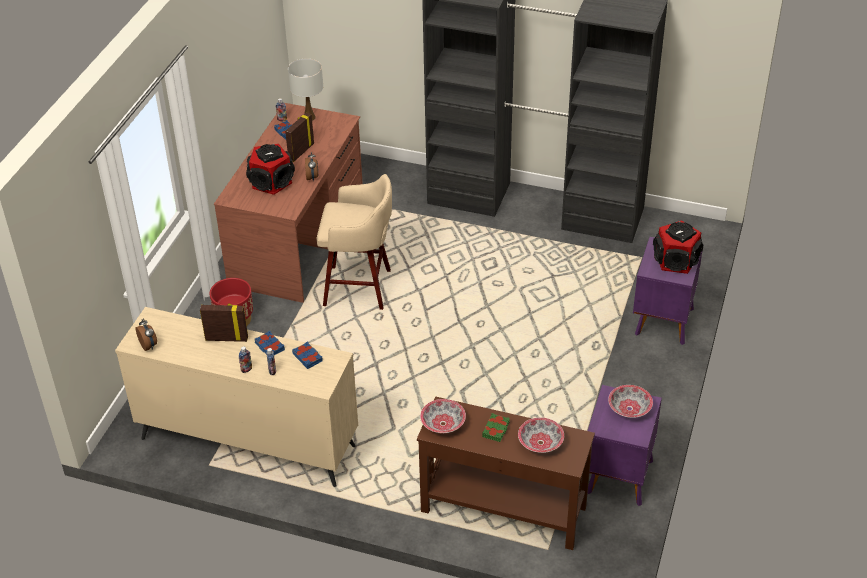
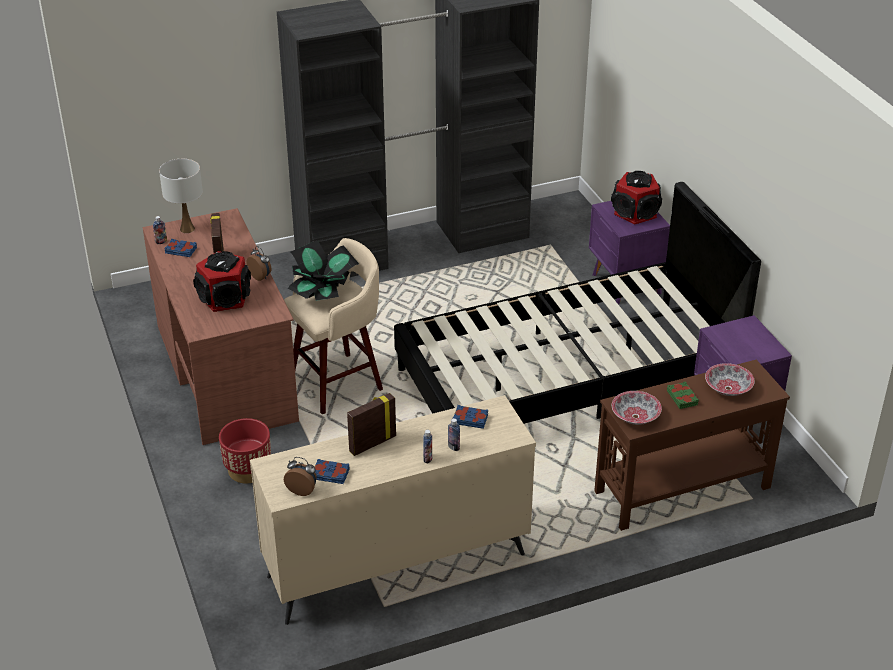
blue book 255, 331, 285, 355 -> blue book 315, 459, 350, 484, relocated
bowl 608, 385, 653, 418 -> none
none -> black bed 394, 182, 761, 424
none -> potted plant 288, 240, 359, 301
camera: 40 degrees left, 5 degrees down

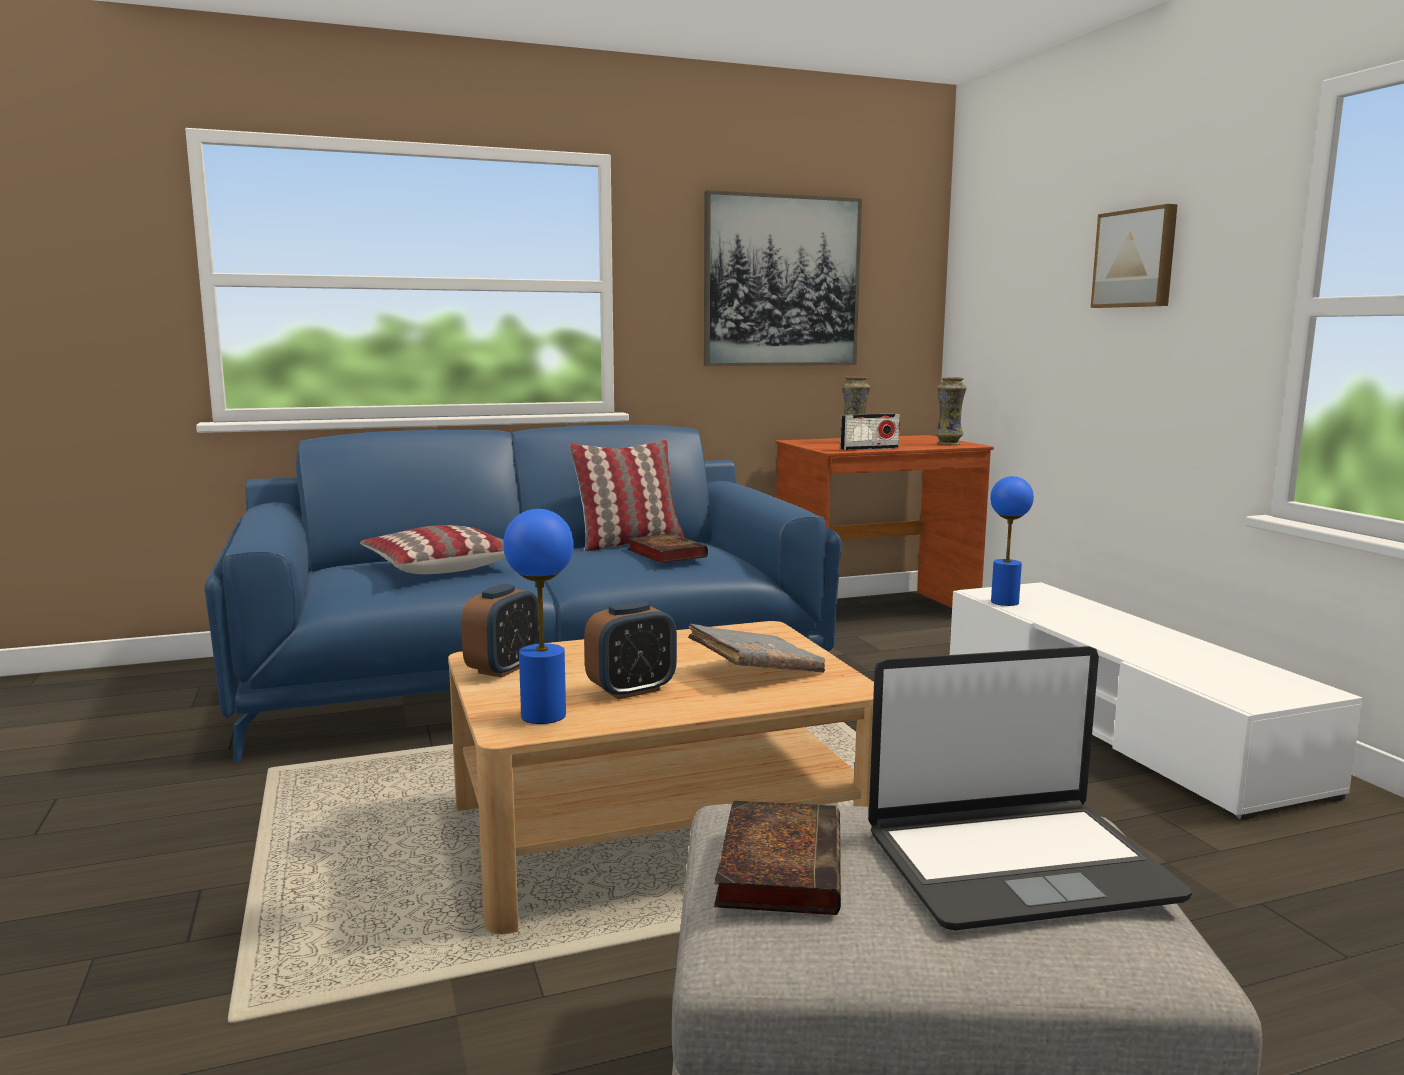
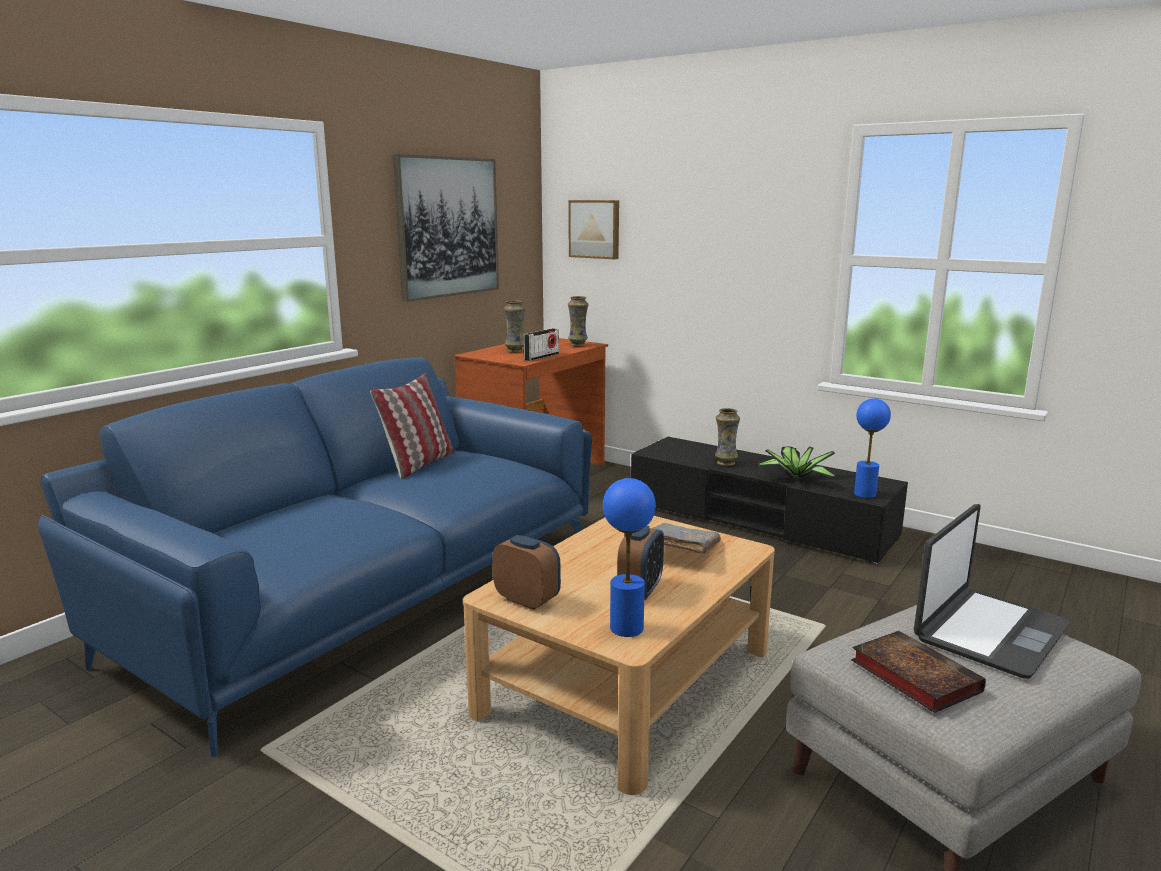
picture 1091, 204, 1178, 308 -> picture 568, 200, 619, 259, relocated
blue table lamp 990, 476, 1034, 606 -> blue table lamp 854, 398, 891, 498, relocated
pillow 360, 525, 506, 574 -> none
book 627, 533, 708, 563 -> none
white tv stand 950, 582, 1363, 820 -> black tv stand 631, 437, 908, 565
alarm clock 461, 584, 539, 678 -> alarm clock 493, 535, 561, 610, 45 degrees counterclockwise
none -> vase 715, 408, 740, 466
none -> potted plant 756, 446, 839, 479
camera: 35 degrees left, 5 degrees up

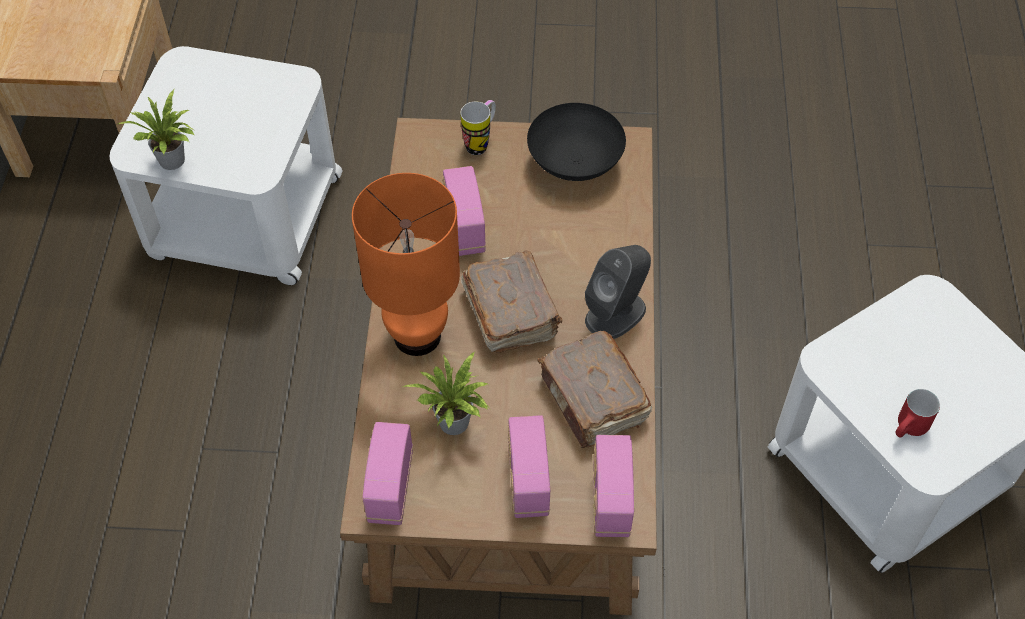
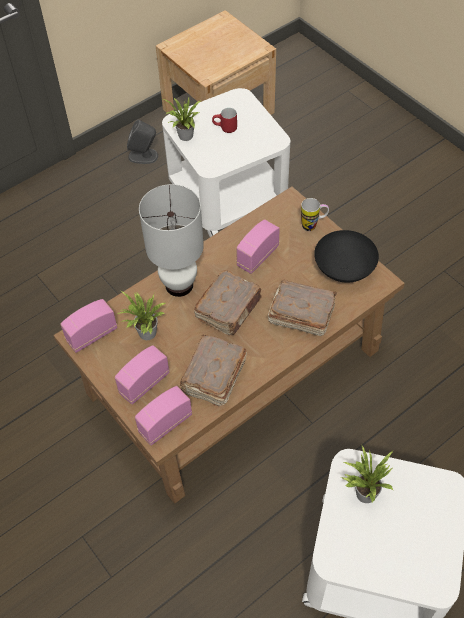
orange table lamp 352, 173, 460, 356 -> white table lamp 139, 184, 204, 297
grey speaker 585, 245, 651, 339 -> grey speaker 127, 120, 158, 164, relocated
red mug 895, 389, 940, 438 -> red mug 212, 108, 237, 133, relocated
none -> brown book 268, 280, 337, 336
none -> potted plant 341, 446, 393, 503
camera: 50 degrees right, 0 degrees up

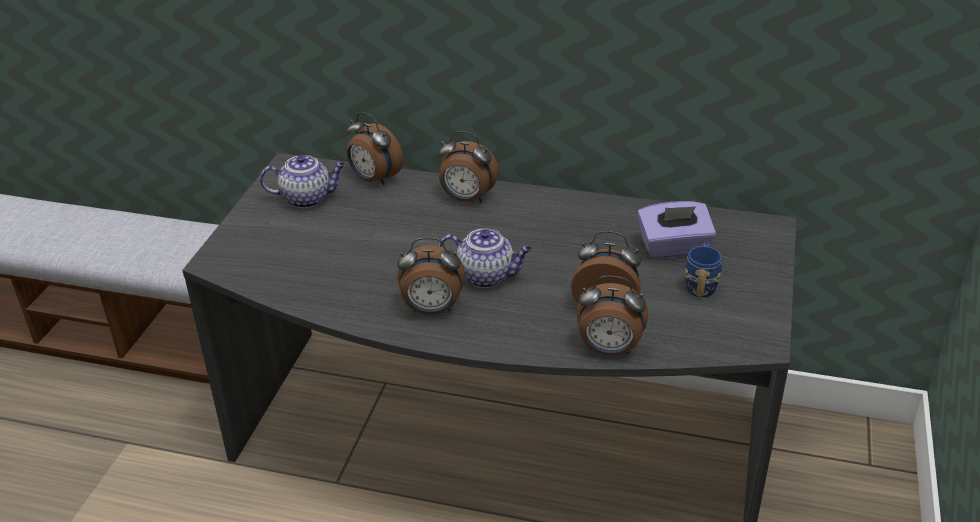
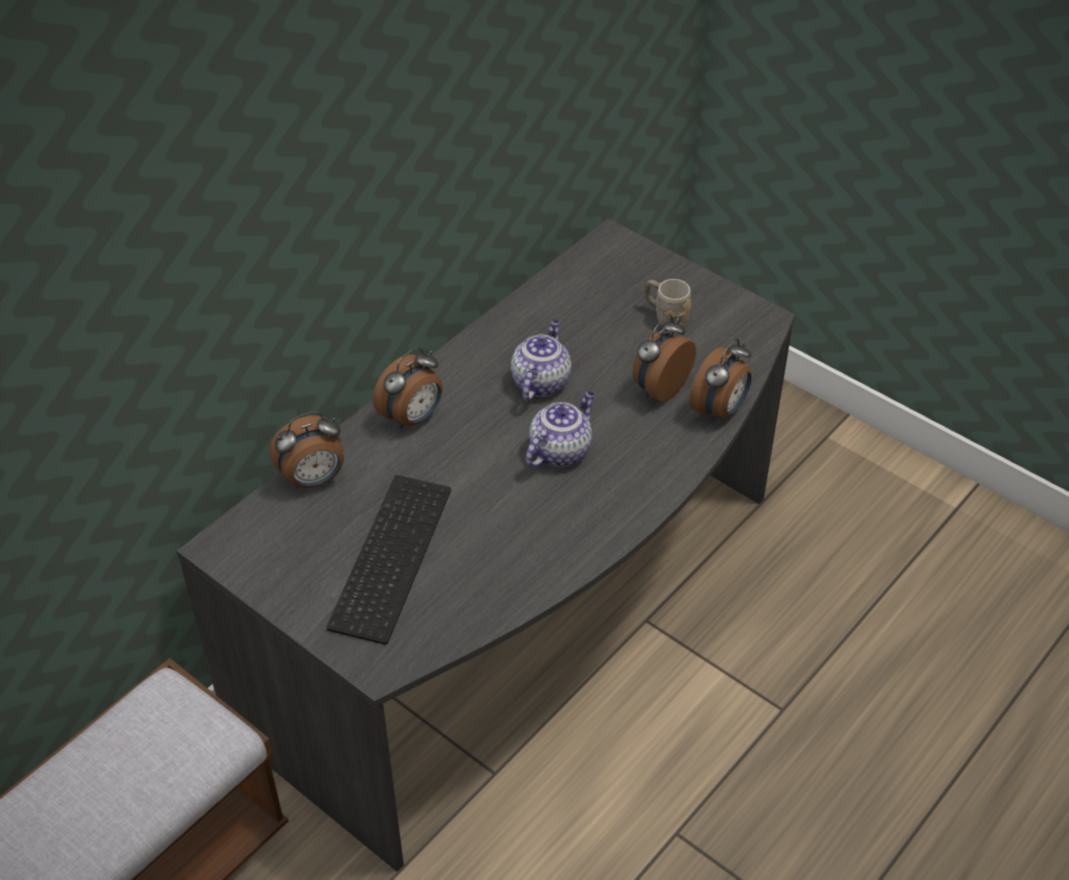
teapot 260, 155, 346, 208 -> teapot 511, 319, 571, 401, relocated
purple tissue box 637, 201, 716, 259 -> none
alarm clock 397, 237, 465, 314 -> none
blue mug 684, 242, 722, 297 -> grey mug 644, 279, 691, 326
none -> keyboard 327, 475, 451, 645
camera: 65 degrees left, 10 degrees up

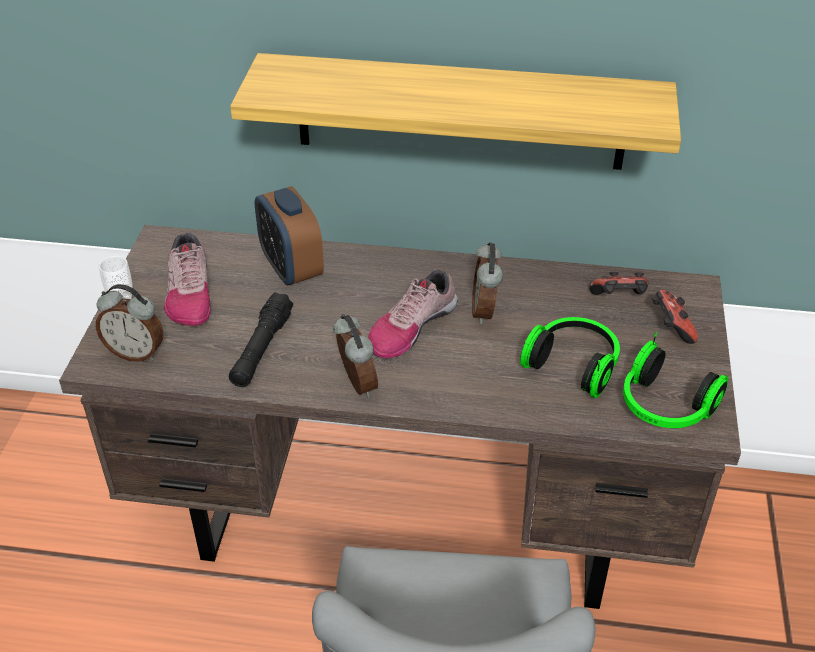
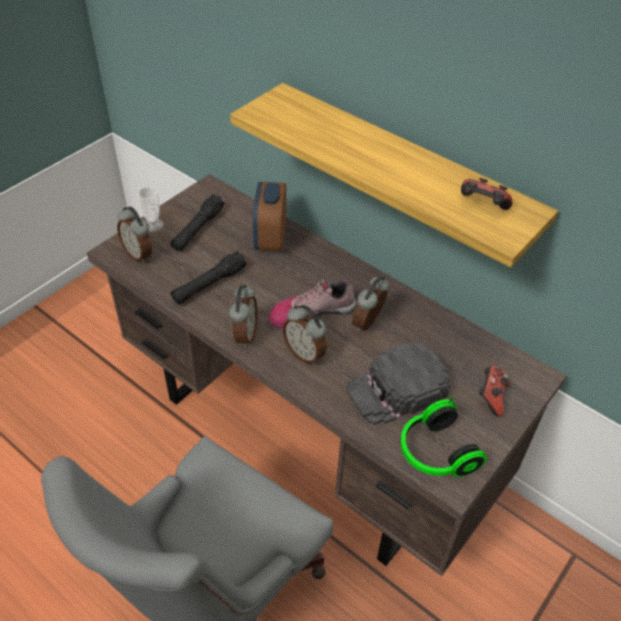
shoe 164, 232, 211, 326 -> black flashlight 170, 194, 224, 252
game controller 589, 272, 648, 295 -> game controller 461, 178, 513, 210, relocated
headphones 520, 317, 620, 398 -> black cap 347, 342, 451, 425
none -> alarm clock 283, 305, 327, 365
camera: 30 degrees right, 5 degrees up

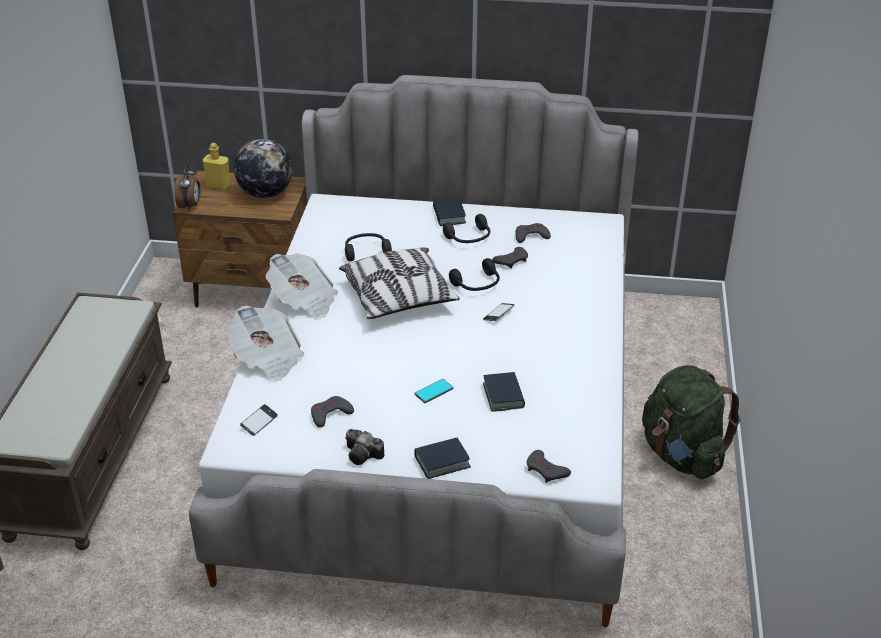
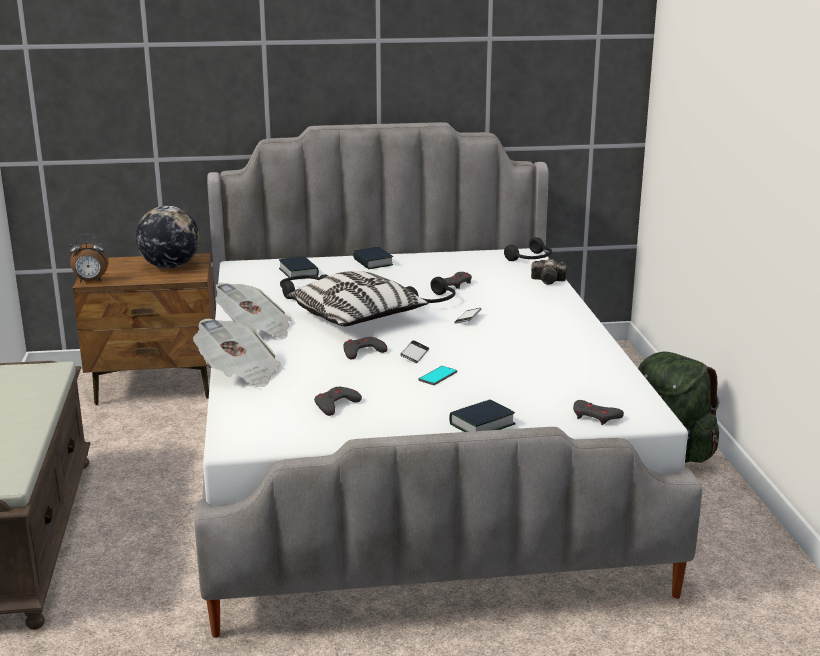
yellow bottle 203, 143, 231, 190 -> none
alarm clock 175, 165, 200, 211 -> alarm clock 69, 234, 108, 283, 90 degrees clockwise
black headphones 443, 214, 490, 243 -> black headphones 504, 237, 552, 261, relocated
grey game controller 515, 223, 551, 243 -> grey game controller 343, 337, 387, 359, relocated
book 483, 372, 525, 412 -> book 279, 256, 319, 278, relocated
phone 240, 404, 278, 436 -> phone 400, 340, 429, 363, relocated
photo camera 345, 429, 384, 465 -> photo camera 531, 259, 566, 285, relocated
camera: 15 degrees left, 15 degrees down

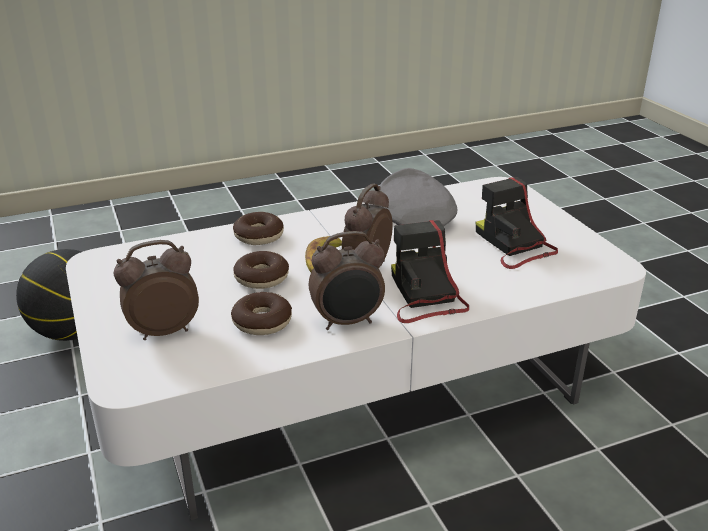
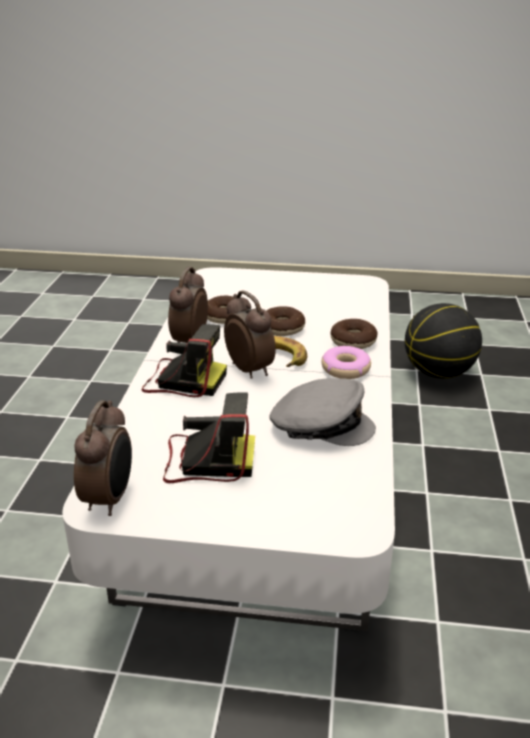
alarm clock 114, 240, 199, 340 -> alarm clock 74, 400, 132, 516, relocated
none -> donut 322, 346, 371, 379
camera: 120 degrees right, 0 degrees up

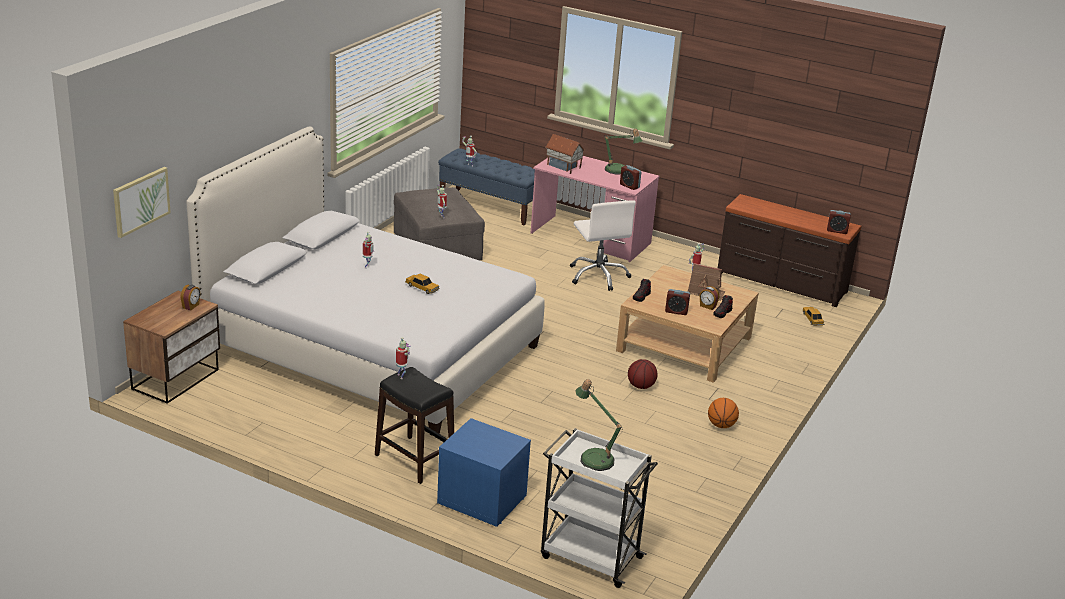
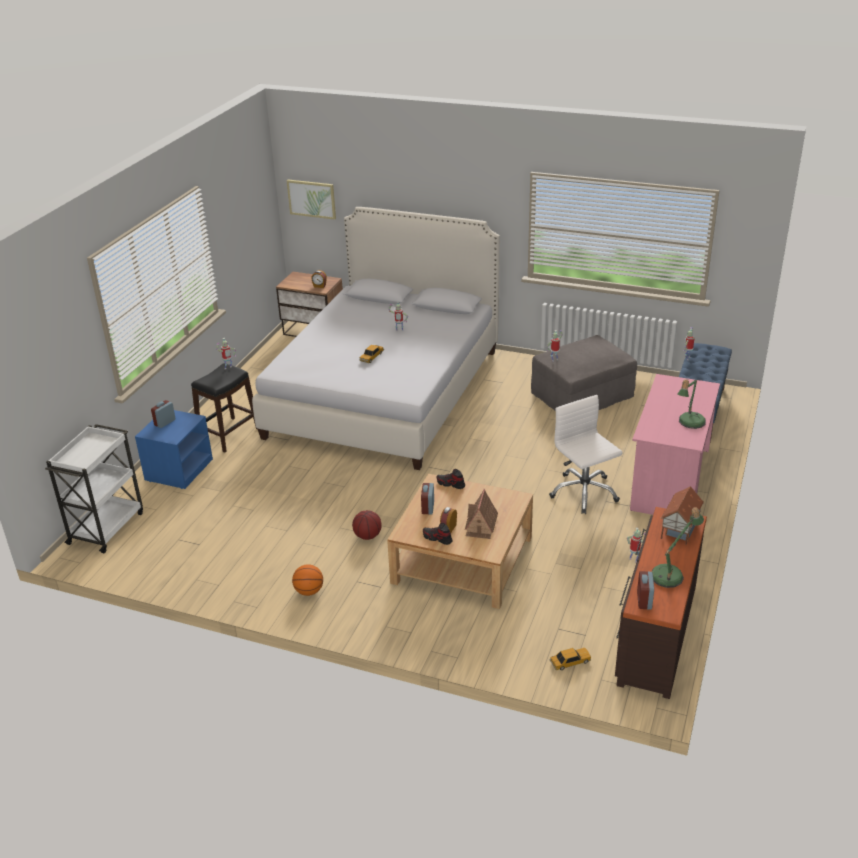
toy house 546, 134, 585, 174 -> toy house 661, 486, 704, 545, relocated
alarm clock 620, 165, 641, 190 -> alarm clock 151, 400, 176, 428, relocated
white office chair 570, 201, 636, 291 -> white office chair 549, 395, 623, 514, 90 degrees clockwise
table lamp 575, 379, 623, 471 -> table lamp 651, 507, 704, 588, relocated
camera: 85 degrees right, 5 degrees up

